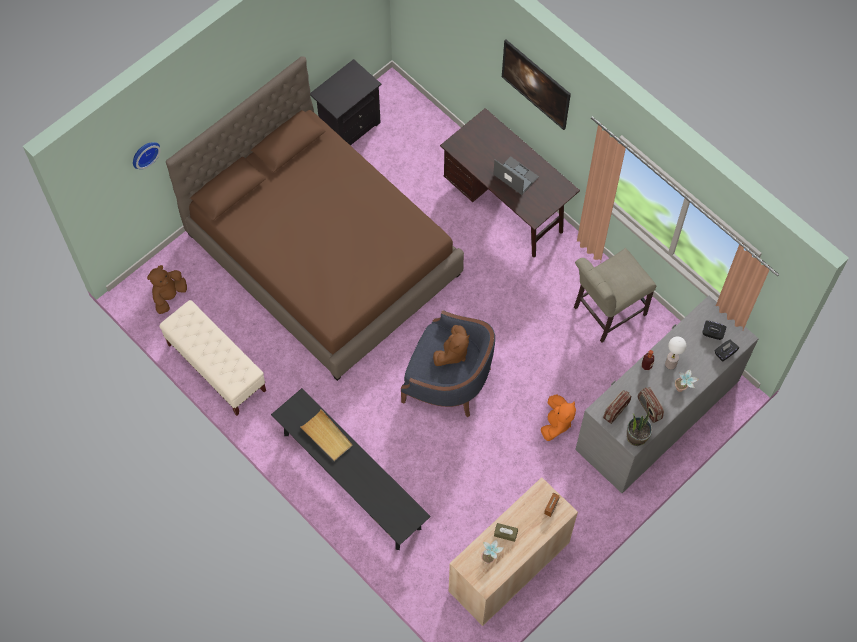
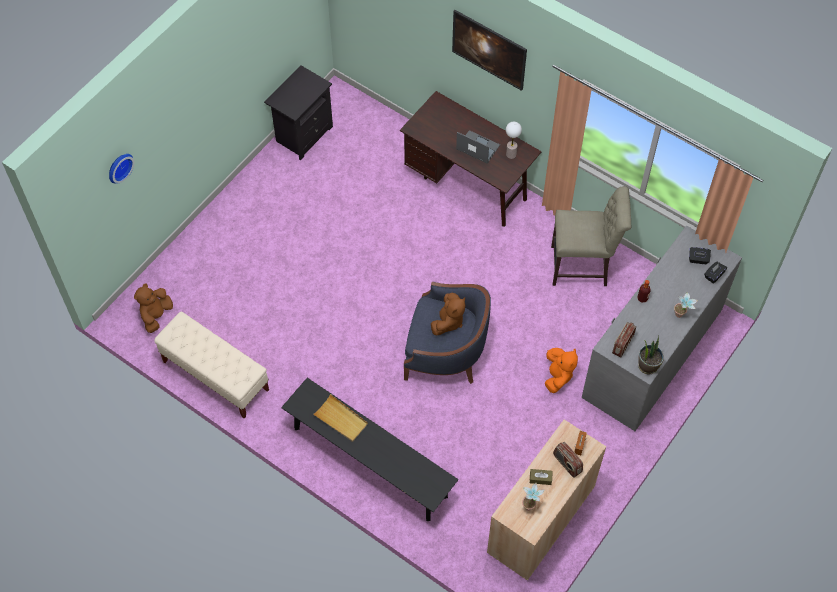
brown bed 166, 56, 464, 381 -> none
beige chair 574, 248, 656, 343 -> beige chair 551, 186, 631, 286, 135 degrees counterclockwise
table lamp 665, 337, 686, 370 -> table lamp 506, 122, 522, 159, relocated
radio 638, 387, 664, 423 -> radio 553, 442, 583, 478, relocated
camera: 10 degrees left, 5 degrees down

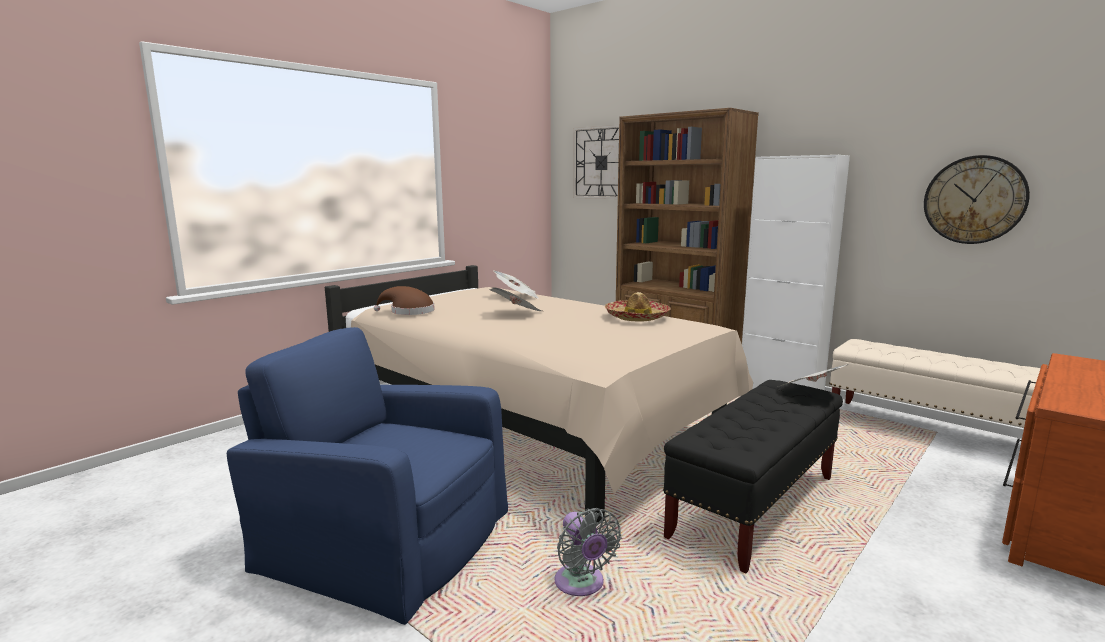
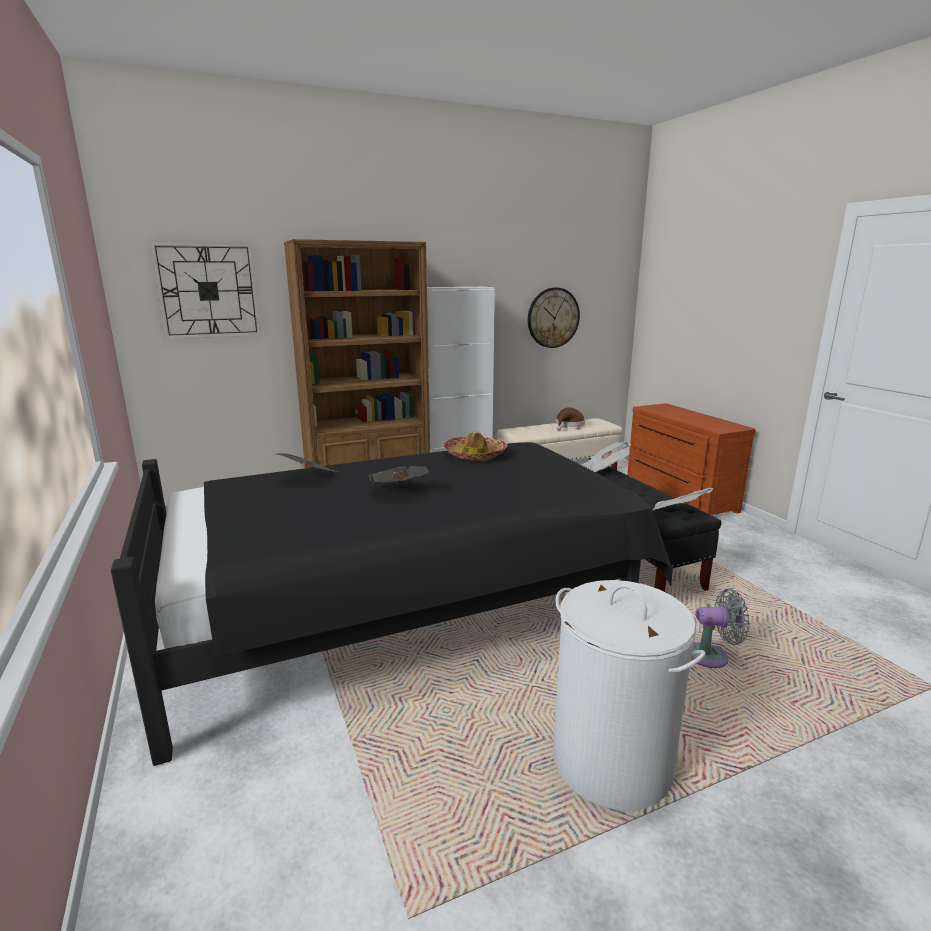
beige bed 325, 265, 753, 525 -> black bed 111, 442, 673, 766
brown hat 374, 286, 435, 315 -> brown hat 555, 407, 585, 430, relocated
blue armchair 227, 327, 508, 625 -> white laundry basket 553, 580, 706, 811
none -> newspaper 653, 487, 713, 510
camera: 65 degrees left, 5 degrees up

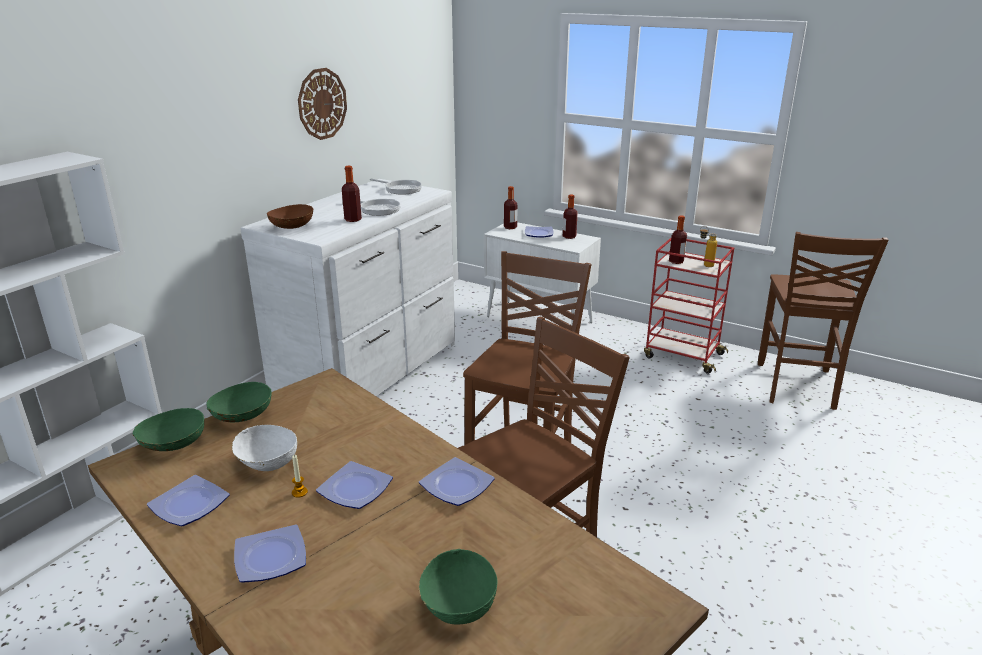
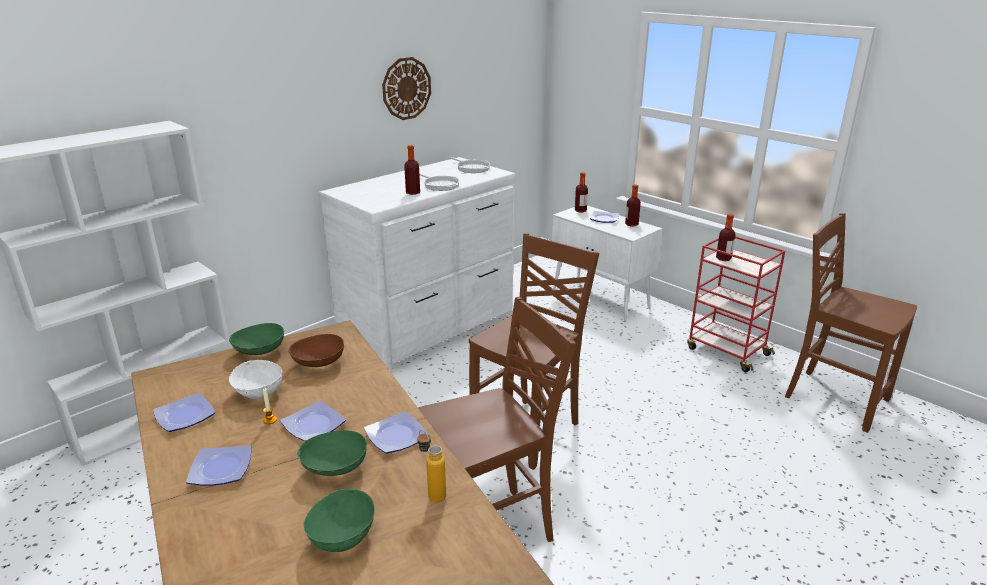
brown bowl 267, 204, 313, 229 -> brown bowl 288, 334, 344, 367, relocated
bottle 700, 226, 717, 267 -> bottle 417, 430, 446, 502, relocated
brown chair 758, 232, 889, 410 -> brown chair 785, 213, 917, 433, 105 degrees clockwise
green bowl 133, 408, 204, 451 -> green bowl 297, 430, 368, 476, relocated
camera: 15 degrees right, 0 degrees up

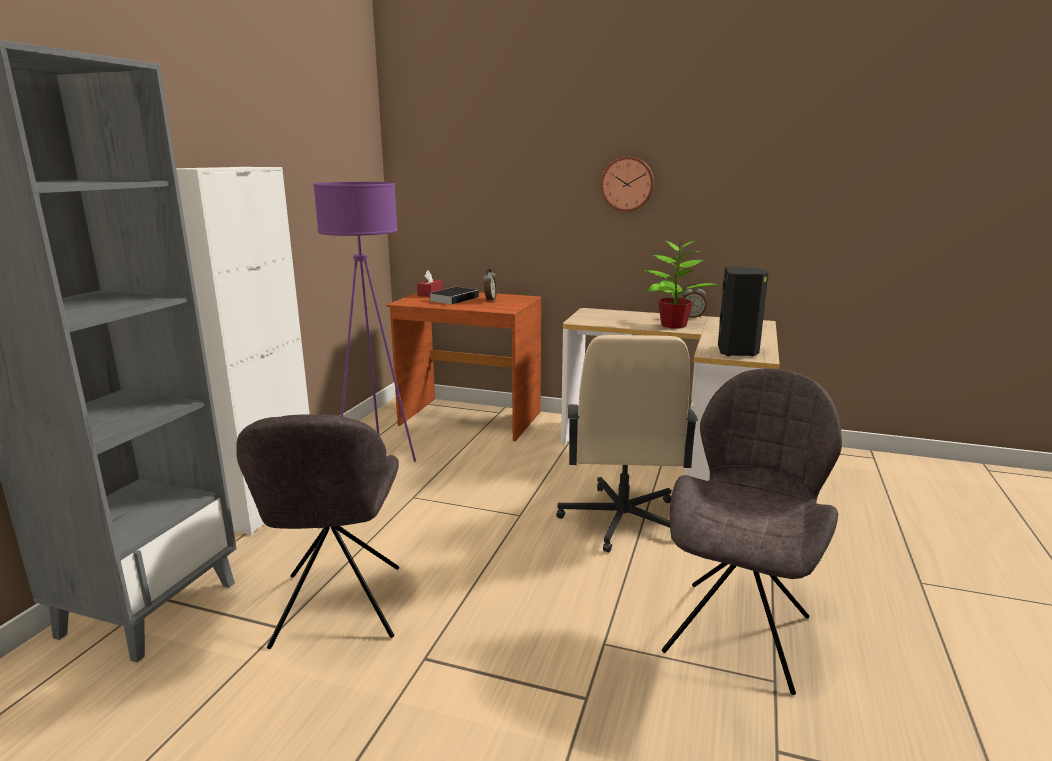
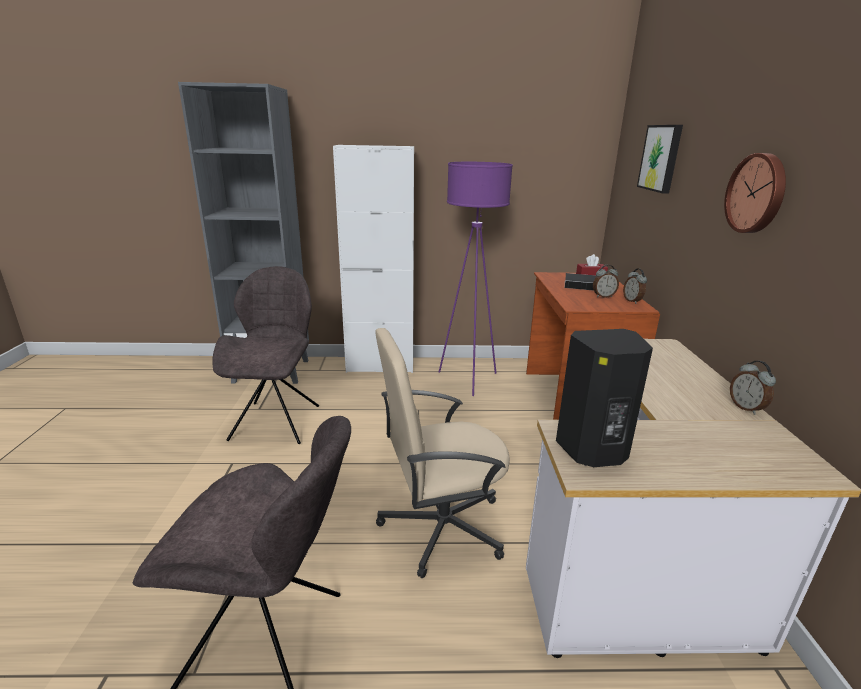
potted plant 644, 239, 717, 328 -> none
grey chair 236, 414, 399, 649 -> grey chair 212, 266, 319, 444, 120 degrees clockwise
none -> picture 637, 125, 683, 194
none -> alarm clock 623, 269, 647, 304
camera: 70 degrees right, 5 degrees up

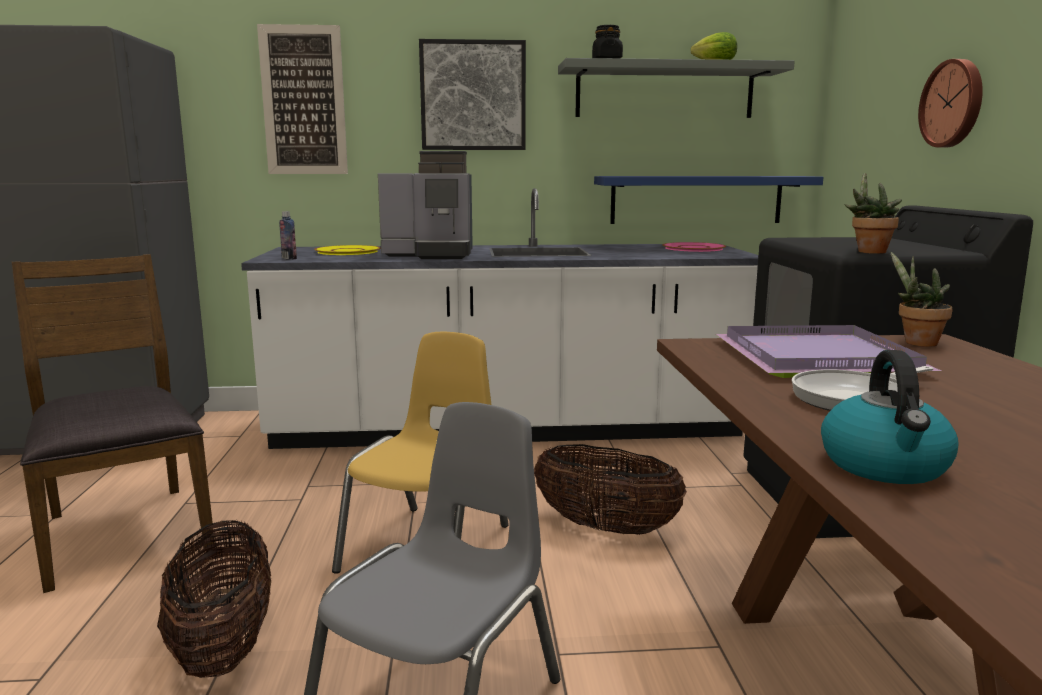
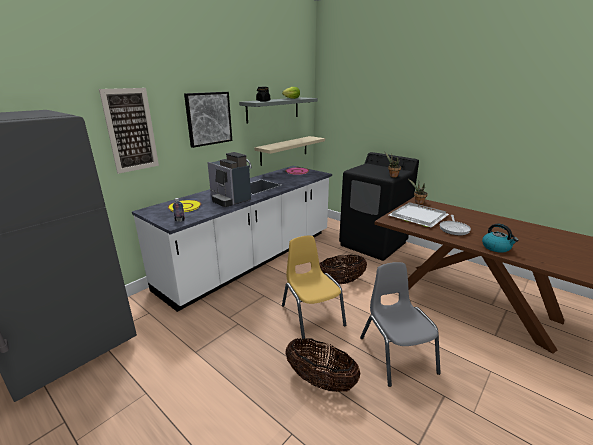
wall clock 918, 59, 983, 147 -> none
coffee machine 378, 151, 473, 259 -> coffee machine 207, 152, 251, 207, 90 degrees clockwise
blue shelf 594, 176, 823, 224 -> beige shelf 254, 136, 325, 166
brown chair 12, 254, 215, 593 -> none
purple tray 716, 325, 941, 378 -> white tray 389, 202, 449, 228
camera: 45 degrees left, 10 degrees up

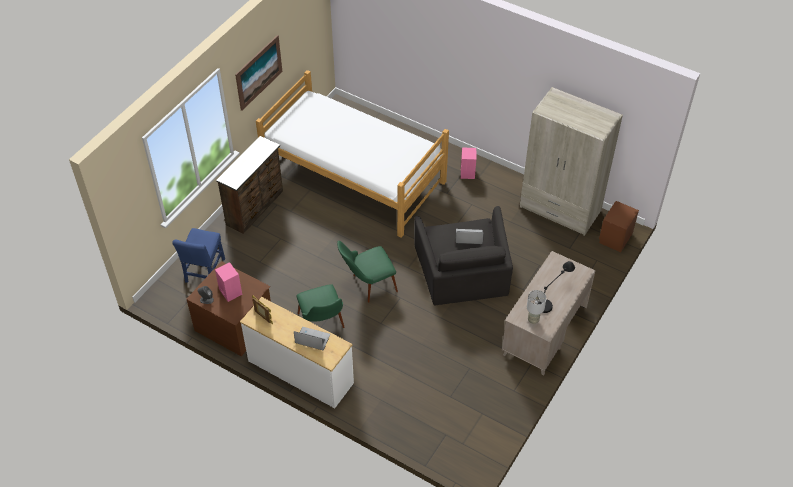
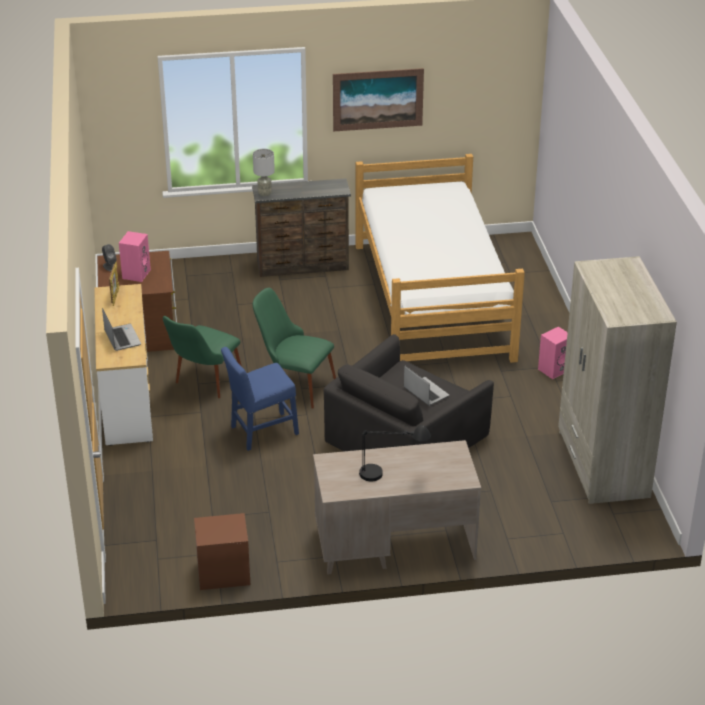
brown nightstand 599, 201, 639, 252 -> brown nightstand 194, 513, 250, 590, relocated
blue chair 172, 228, 225, 283 -> blue chair 221, 347, 299, 451, relocated
grey table lamp 527, 290, 547, 324 -> grey table lamp 253, 149, 275, 196, relocated
camera: 50 degrees right, 15 degrees down

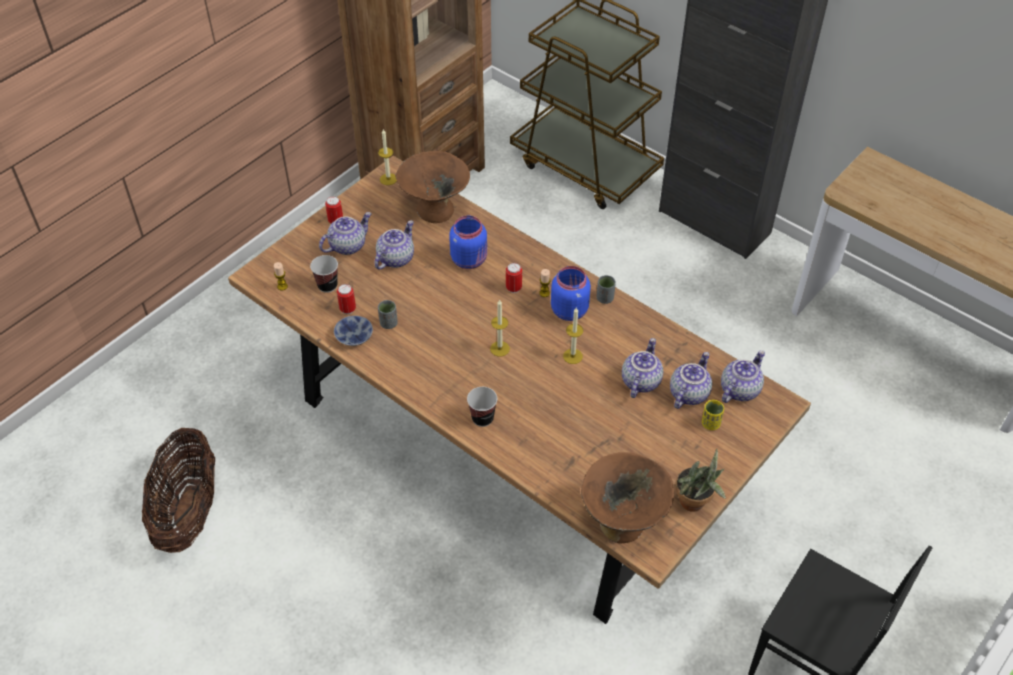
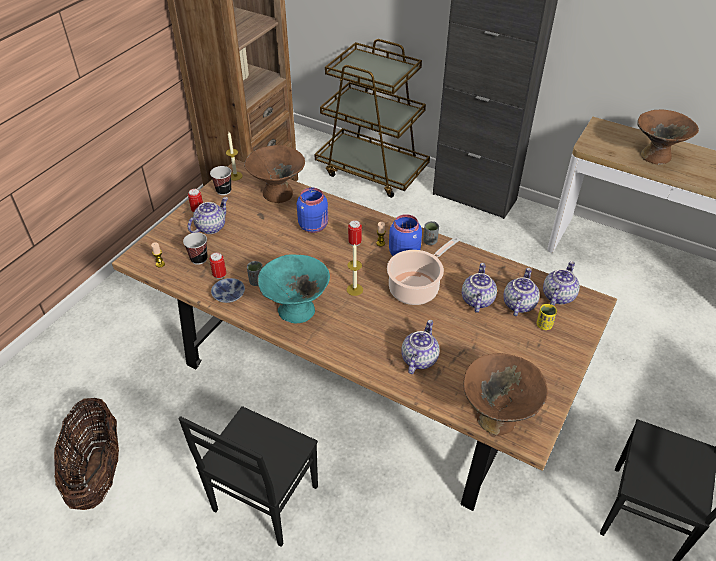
teapot 374, 220, 414, 270 -> teapot 401, 320, 440, 374, relocated
candle 563, 308, 583, 364 -> cooking pot 387, 237, 460, 305
cup 467, 387, 497, 427 -> cup 210, 166, 231, 195, relocated
potted plant 675, 449, 726, 512 -> none
none -> brown bowl 637, 110, 699, 164
none -> turquoise bowl 258, 255, 330, 323
none -> black chair 178, 406, 318, 547
camera: 10 degrees left, 5 degrees down

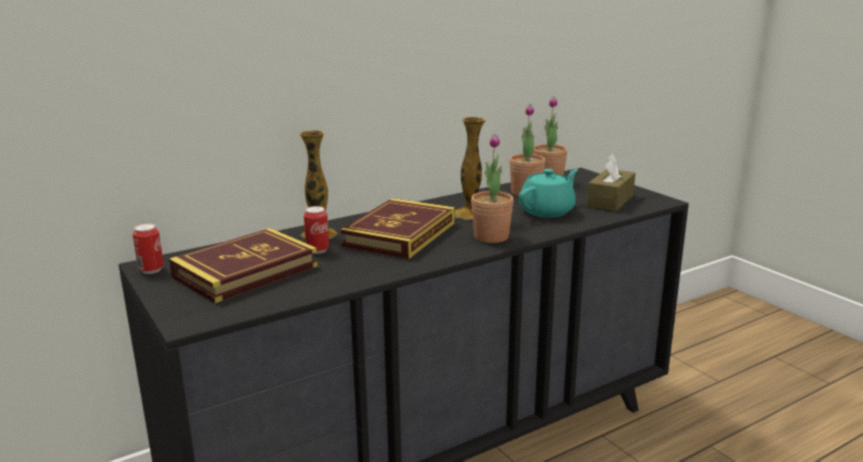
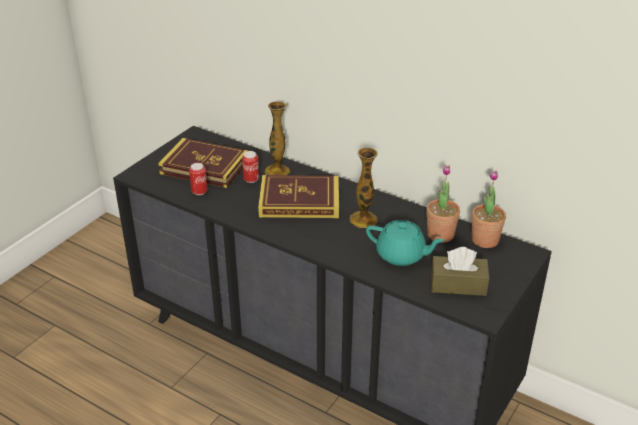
potted plant 471, 134, 514, 243 -> none
can 133, 224, 164, 274 -> can 189, 163, 208, 195, relocated
camera: 65 degrees right, 15 degrees up

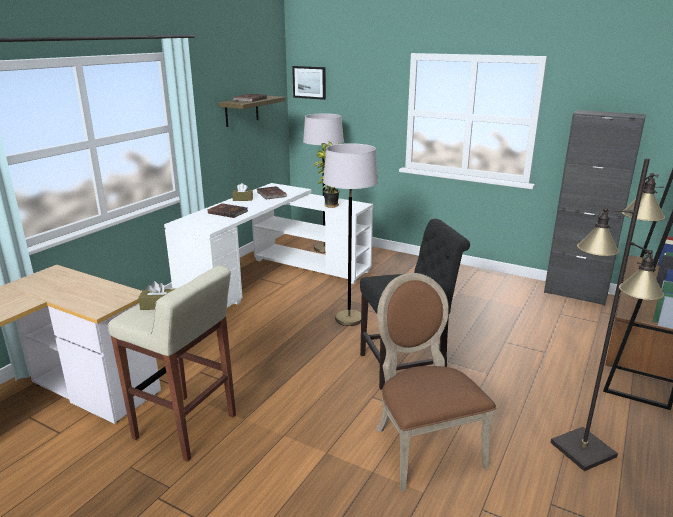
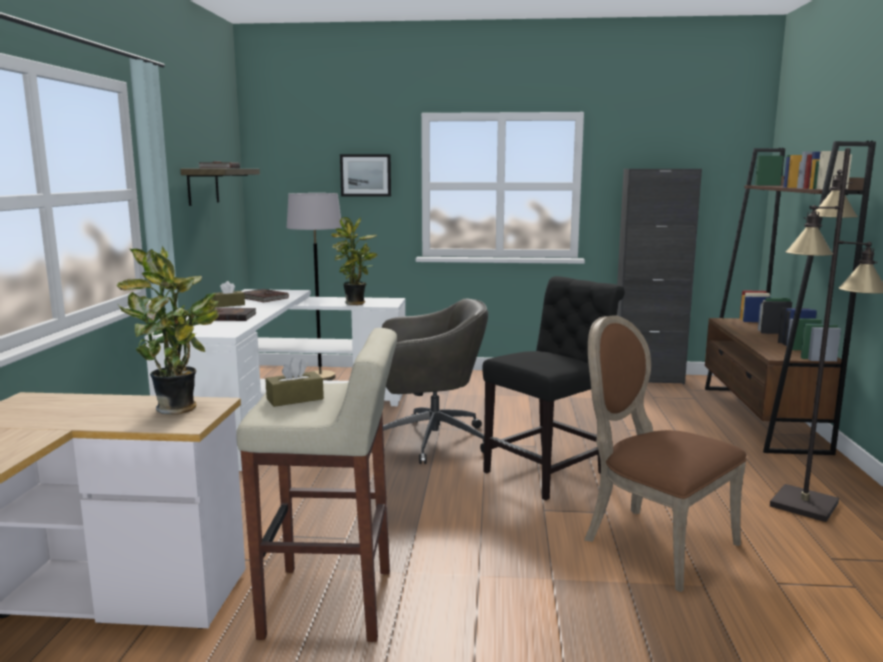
picture 292, 66, 326, 100 -> picture 340, 154, 391, 197, relocated
grey floor lamp 323, 143, 378, 326 -> grey office chair 382, 299, 488, 464
none -> potted plant 116, 246, 219, 415
camera: 25 degrees left, 10 degrees down

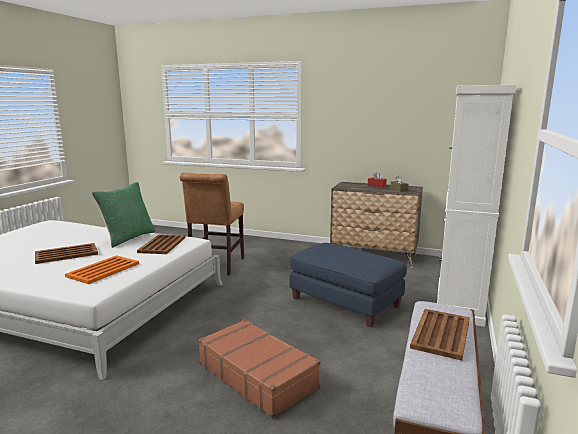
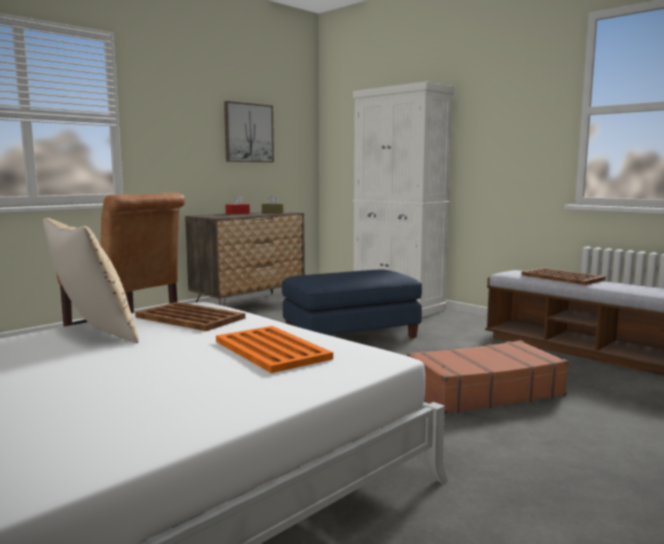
green pillow 92, 182, 156, 248 -> beige pillow 43, 218, 139, 343
brown tray 35, 243, 98, 264 -> none
none -> picture 224, 101, 274, 162
camera: 65 degrees left, 5 degrees down

